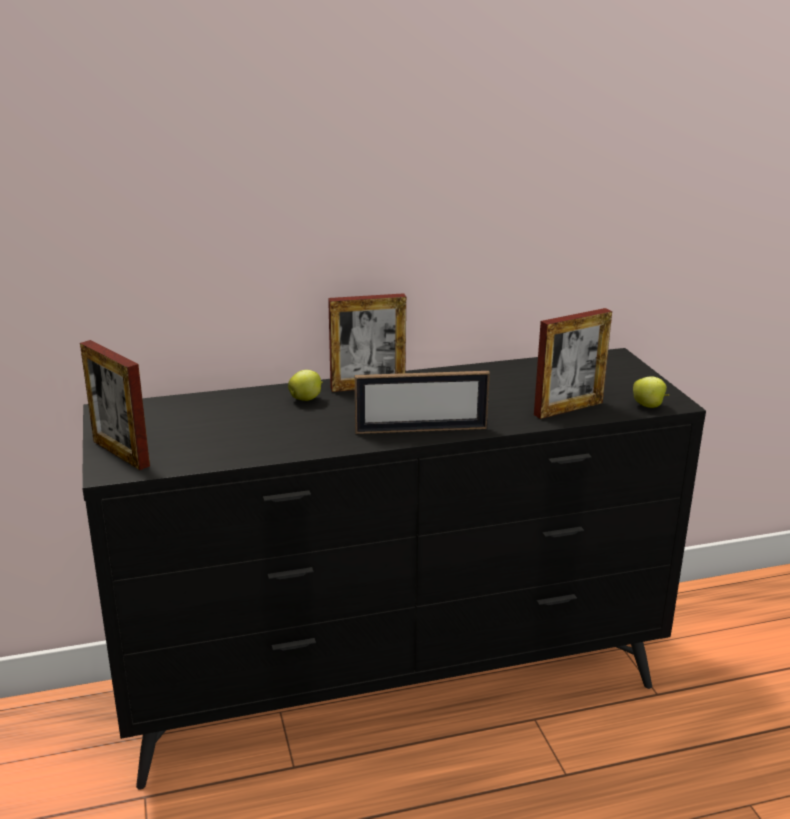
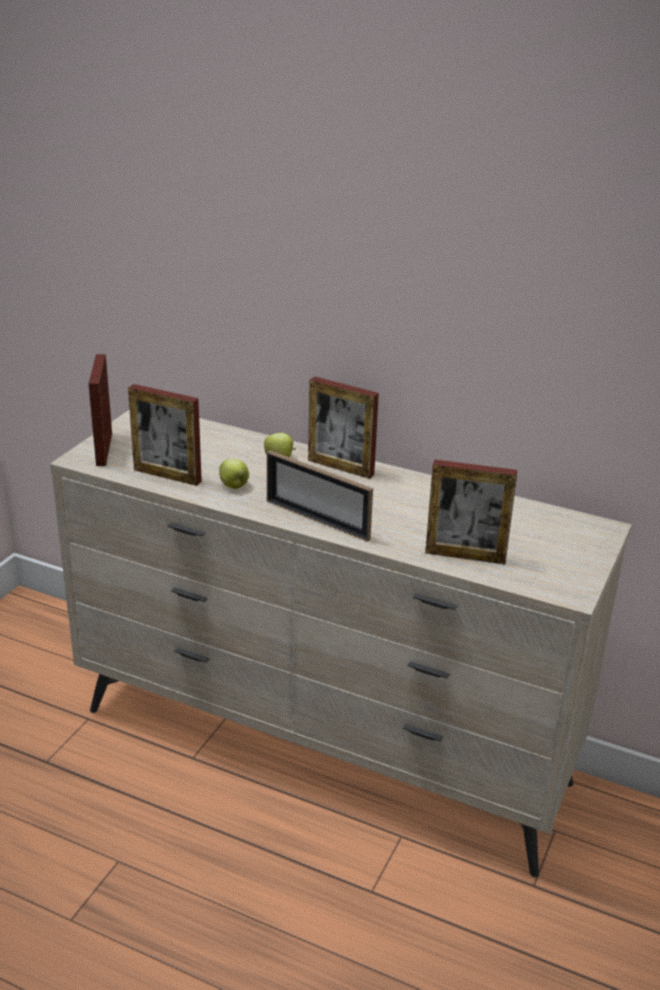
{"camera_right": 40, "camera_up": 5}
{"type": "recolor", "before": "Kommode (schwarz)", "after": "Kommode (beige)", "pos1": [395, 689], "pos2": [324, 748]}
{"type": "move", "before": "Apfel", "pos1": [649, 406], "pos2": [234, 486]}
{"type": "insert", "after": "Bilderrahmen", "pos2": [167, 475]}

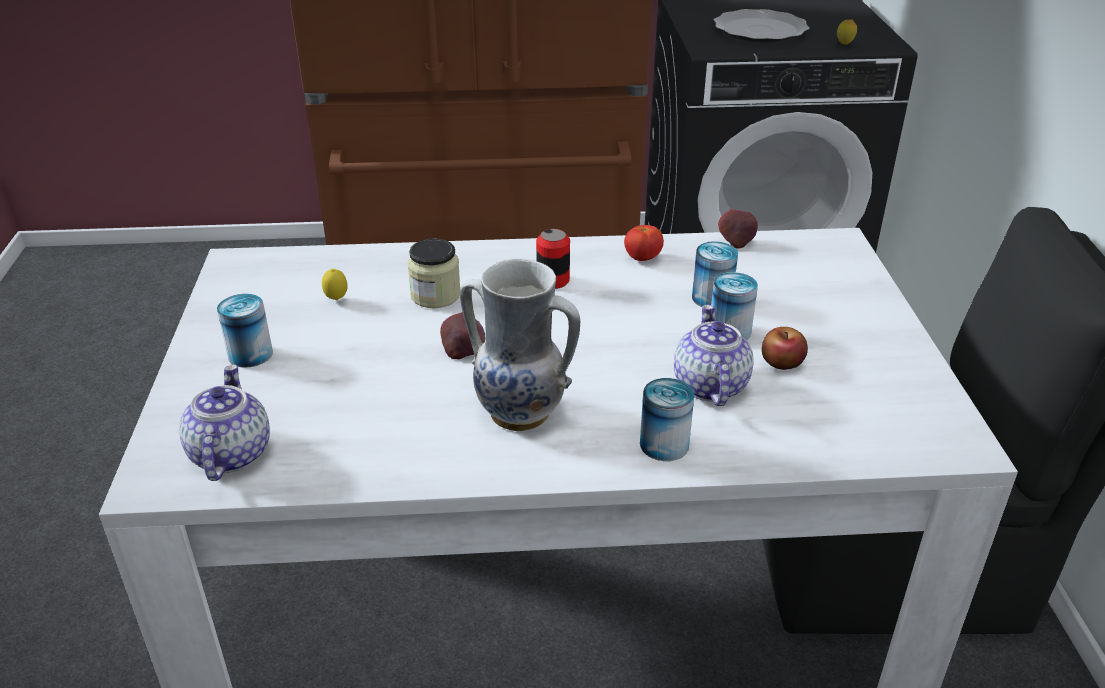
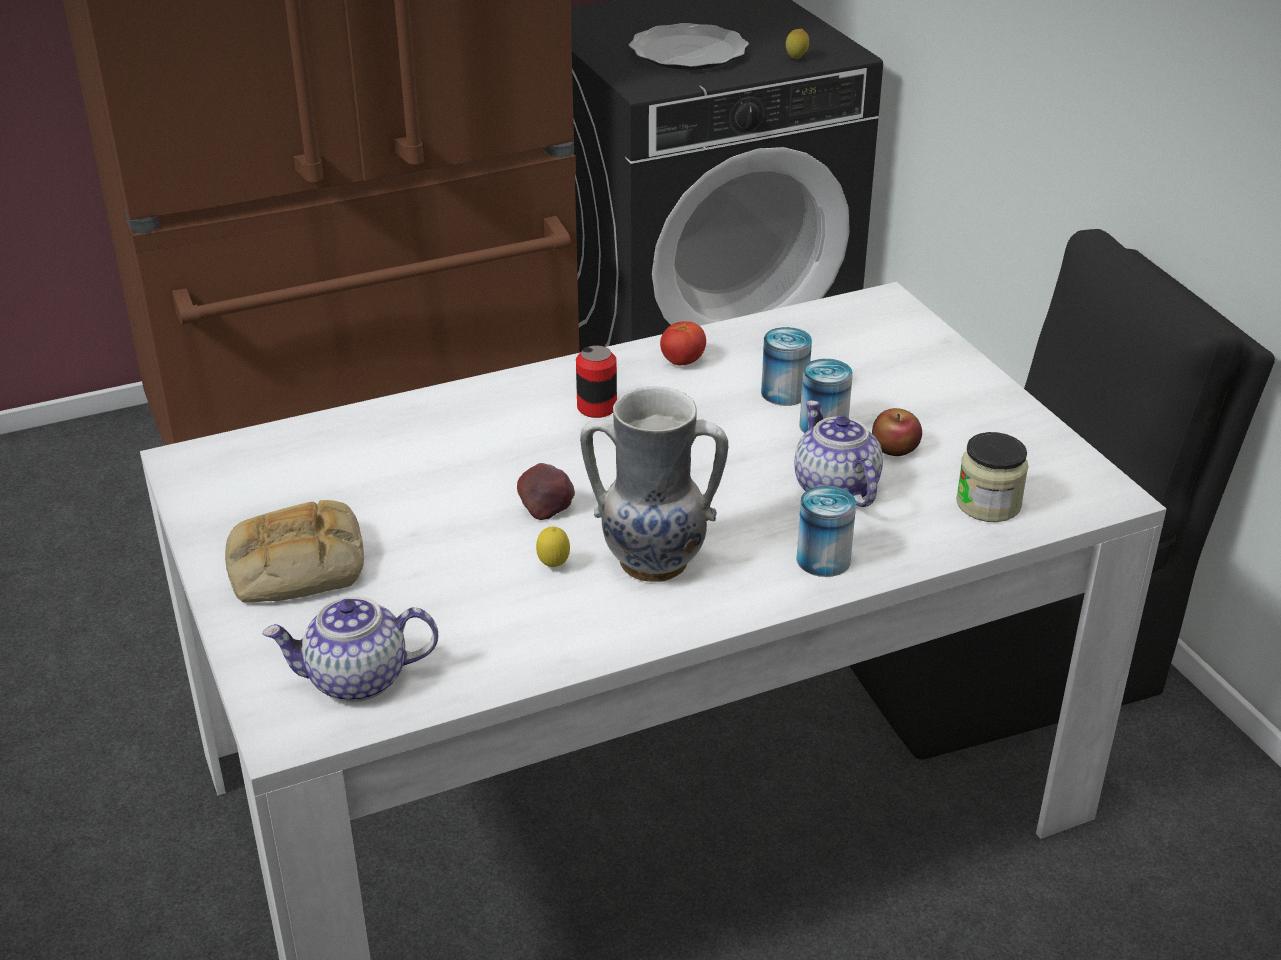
{"camera_right": -20, "camera_up": 0}
{"type": "rotate", "before": "Teekanne", "pos1": [229, 454], "pos2": [356, 680], "turn": -75}
{"type": "replace", "before": "Dose", "after": "Brot", "pos1": [250, 354], "pos2": [295, 566]}
{"type": "move", "before": "Zitrone", "pos1": [336, 299], "pos2": [553, 566]}
{"type": "move", "before": "Vorratsglas", "pos1": [435, 295], "pos2": [988, 504]}
{"type": "delete", "before": "Apfel", "pos1": [736, 241]}

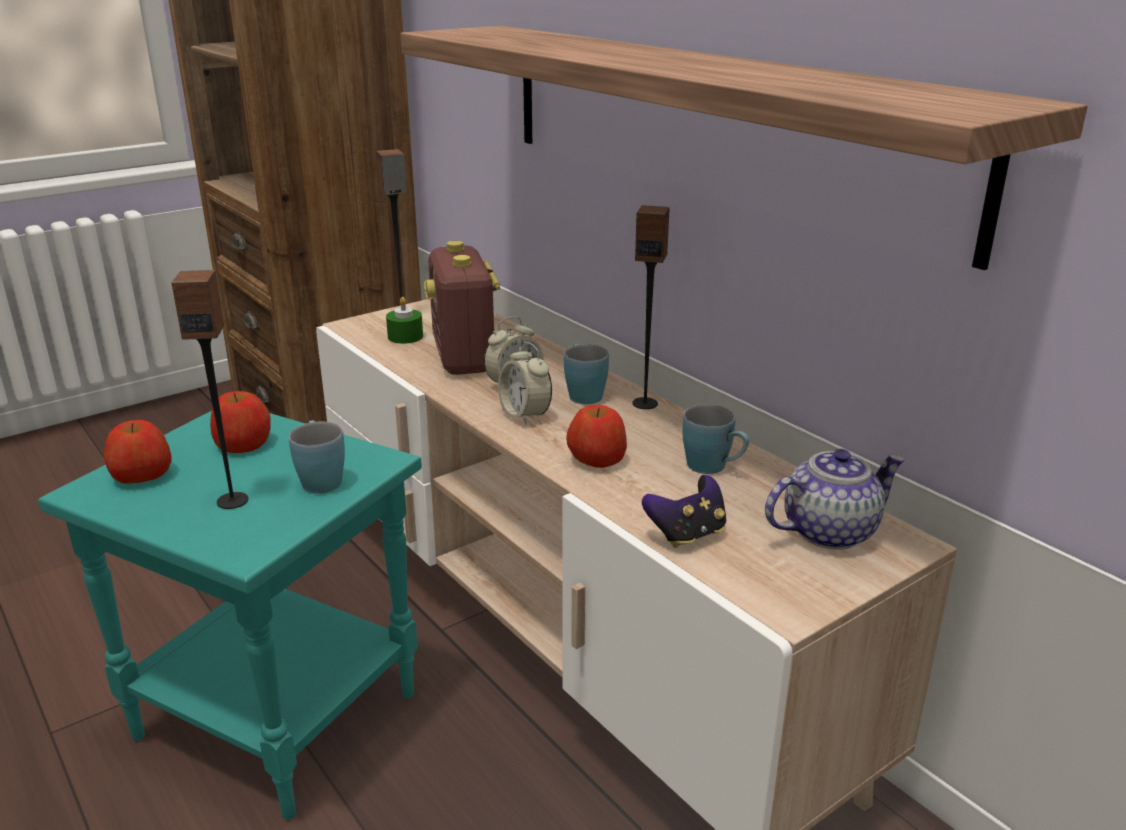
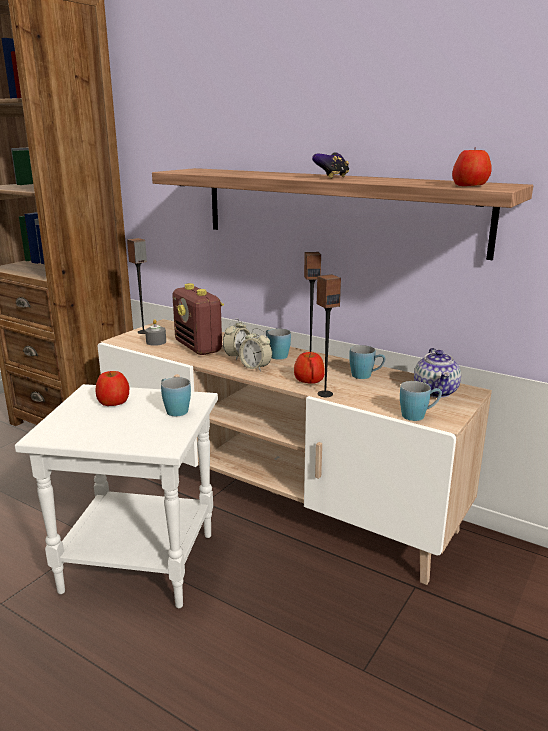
{"camera_right": -20, "camera_up": -5}
{"type": "recolor", "before": "Beistelltisch (türkis)", "after": "Beistelltisch (weiß)", "pos1": [282, 714], "pos2": [142, 561]}
{"type": "move", "before": "Apfel", "pos1": [141, 475], "pos2": [470, 185]}
{"type": "move", "before": "Lautsprecher", "pos1": [233, 500], "pos2": [325, 394]}
{"type": "recolor", "before": "Kerze (grün)", "after": "Kerze (grau)", "pos1": [405, 337], "pos2": [156, 342]}
{"type": "move", "before": "Gamepad", "pos1": [687, 534], "pos2": [332, 177]}
{"type": "rotate", "before": "Teekanne", "pos1": [829, 531], "pos2": [436, 392], "turn": 135}
{"type": "insert", "after": "Henkelbecher (blau)", "pos2": [418, 415]}

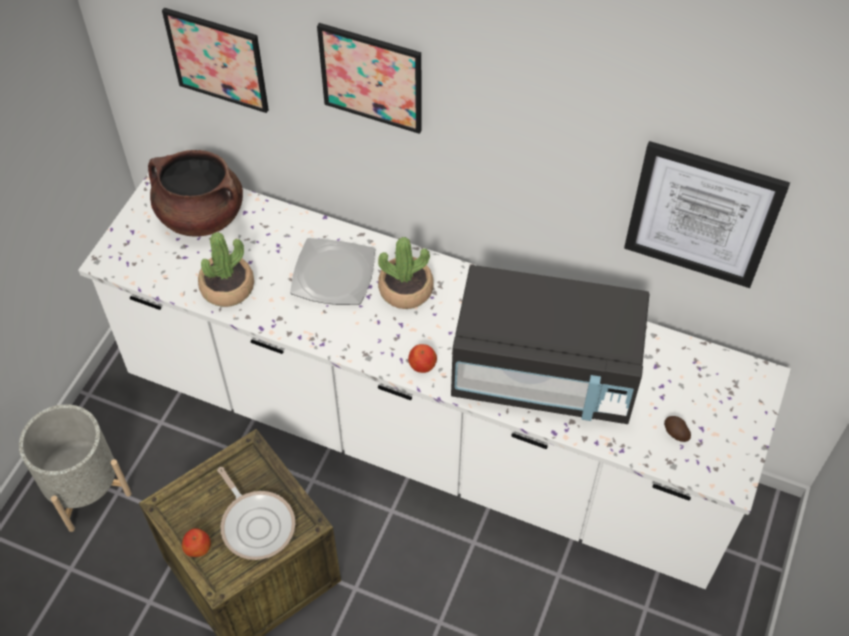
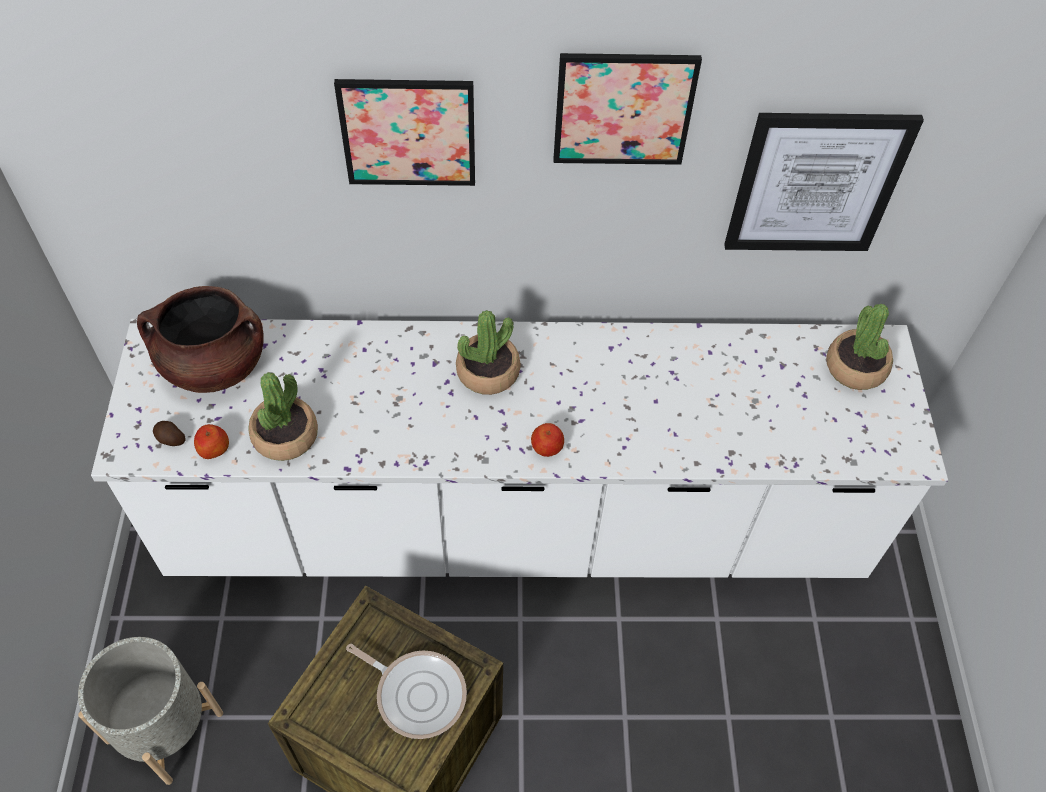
{"camera_right": -25, "camera_up": 0}
{"type": "move", "before": "Bild", "pos1": [217, 59], "pos2": [623, 109]}
{"type": "move", "before": "Apfel", "pos1": [197, 547], "pos2": [214, 449]}
{"type": "delete", "before": "Teller", "pos1": [334, 275]}
{"type": "delete", "before": "Mikrowelle (schwarz)", "pos1": [544, 375]}
{"type": "move", "before": "Kartoffel", "pos1": [675, 433], "pos2": [170, 439]}
{"type": "insert", "after": "Topfpflanze", "pos2": [855, 368]}

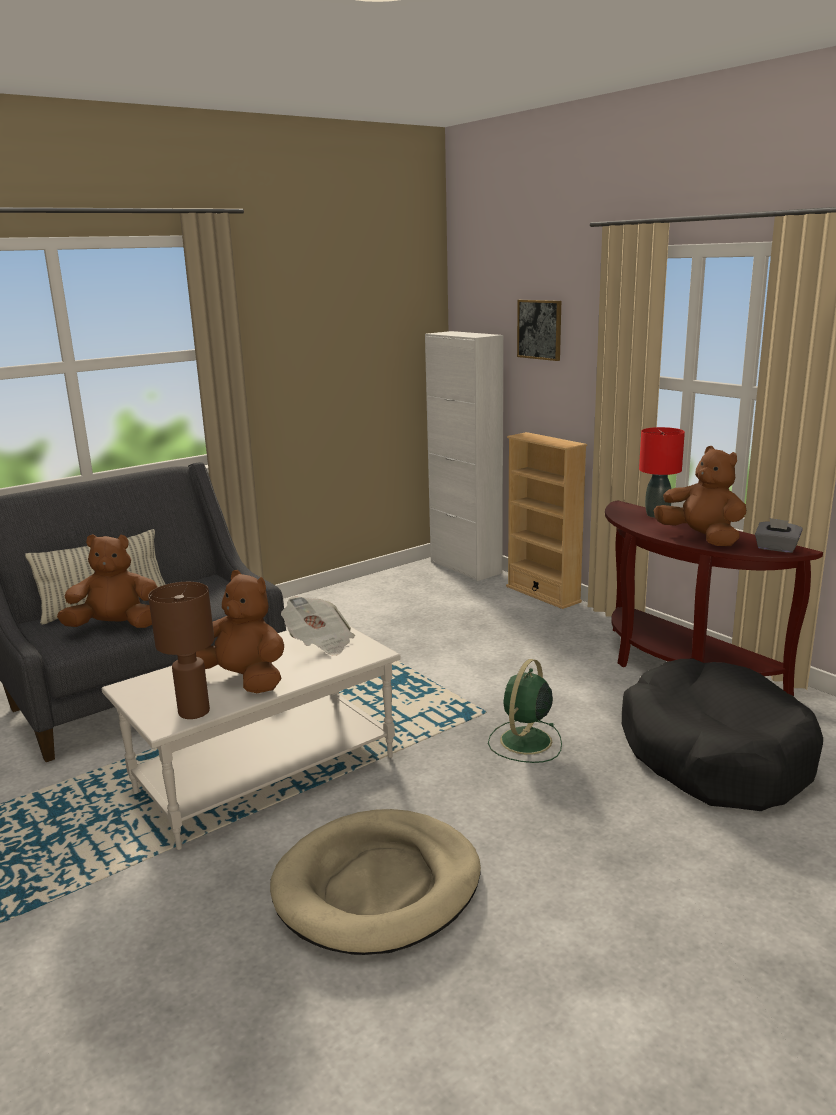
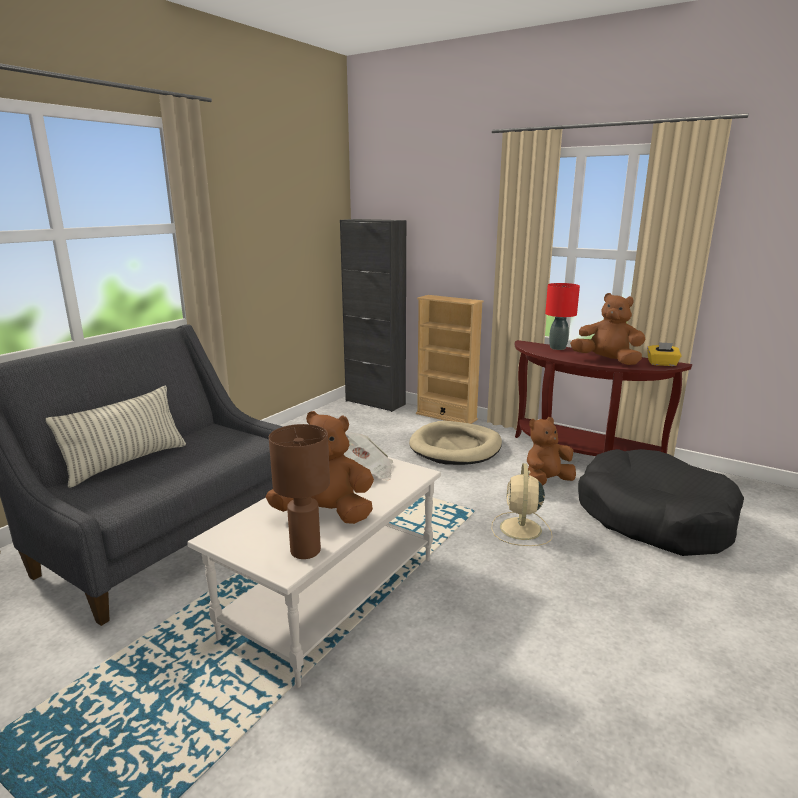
{"camera_right": -20, "camera_up": 0}
{"type": "move", "before": "Plüschtier (braun)", "pos1": [116, 626], "pos2": [546, 482]}
{"type": "move", "before": "Hundebett (beige)", "pos1": [378, 886], "pos2": [456, 447]}
{"type": "recolor", "before": "Schrank (weiß)", "after": "Schrank (schwarz)", "pos1": [465, 567], "pos2": [375, 402]}
{"type": "recolor", "before": "Ventilator (grün)", "after": "Ventilator (beige)", "pos1": [525, 742], "pos2": [520, 530]}
{"type": "delete", "before": "Bild", "pos1": [540, 329]}
{"type": "recolor", "before": "Taschentuchbox (grau)", "after": "Taschentuchbox (gelb)", "pos1": [776, 548], "pos2": [662, 364]}

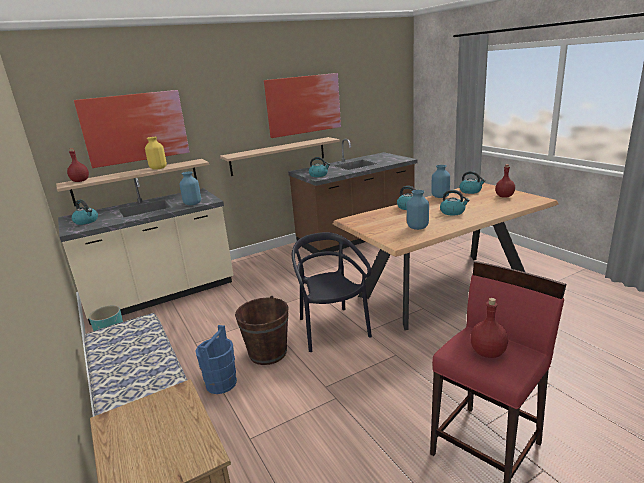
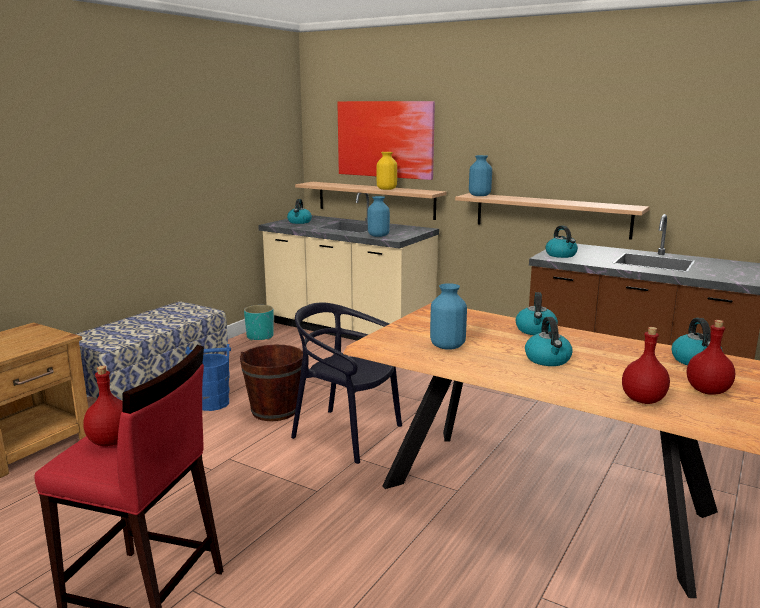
{"camera_right": 60, "camera_up": -5}
{"type": "move", "before": "Flasche (rot)", "pos1": [80, 181], "pos2": [643, 400]}
{"type": "delete", "before": "Bild", "pos1": [303, 104]}
{"type": "rotate", "before": "Stuhl (schwarz)", "pos1": [331, 329], "pos2": [347, 434], "turn": -105}
{"type": "move", "before": "Vase (blau)", "pos1": [440, 196], "pos2": [480, 195]}

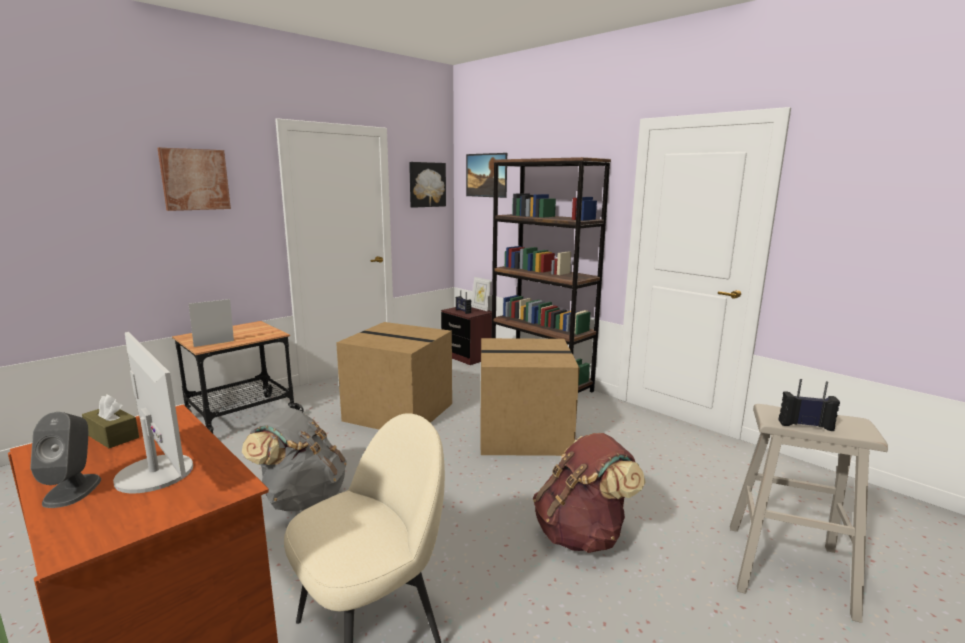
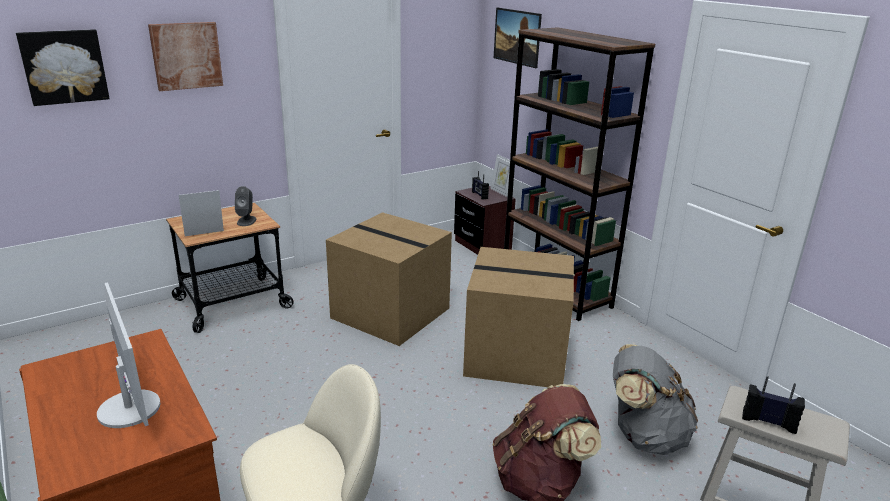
{"camera_right": 10, "camera_up": 10}
{"type": "move", "before": "Lautsprecher (grau)", "pos1": [73, 490], "pos2": [246, 221]}
{"type": "delete", "before": "Taschentuchbox (braun)", "pos1": [112, 436]}
{"type": "move", "before": "Rucksack (grau)", "pos1": [301, 498], "pos2": [644, 435]}
{"type": "move", "before": "Bild", "pos1": [426, 184], "pos2": [64, 66]}

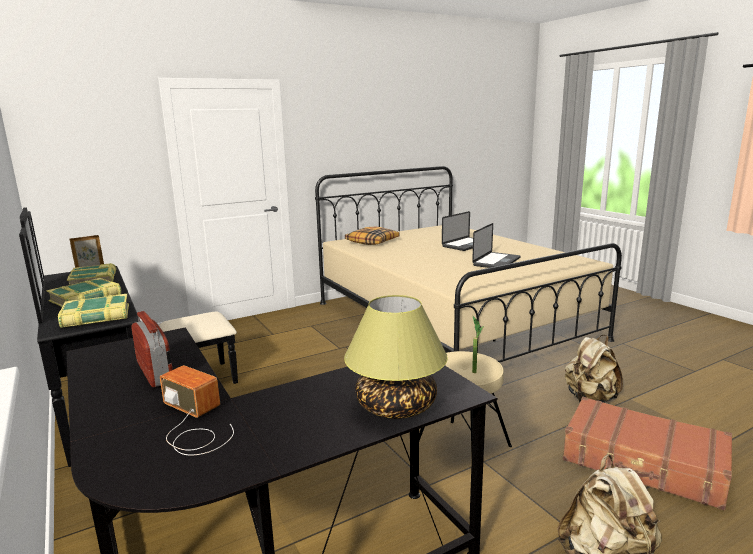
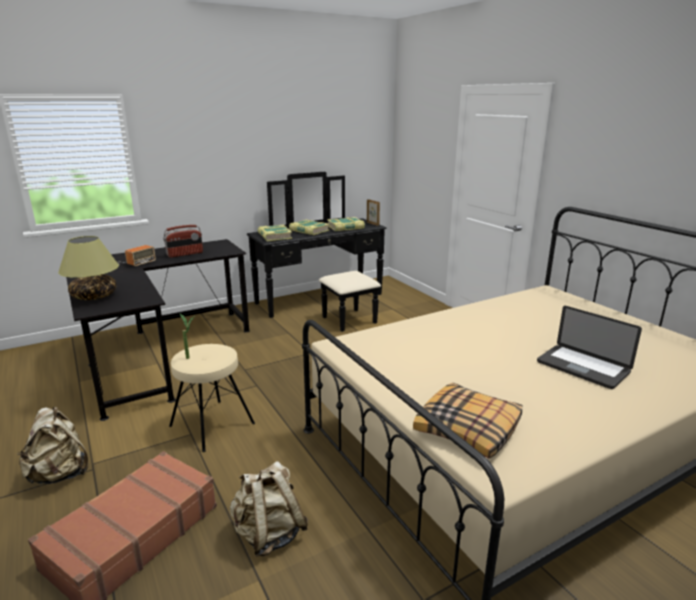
{"camera_right": 90, "camera_up": 5}
{"type": "move", "before": "Kissen", "pos1": [372, 242], "pos2": [468, 429]}
{"type": "delete", "before": "Laptop", "pos1": [496, 262]}

